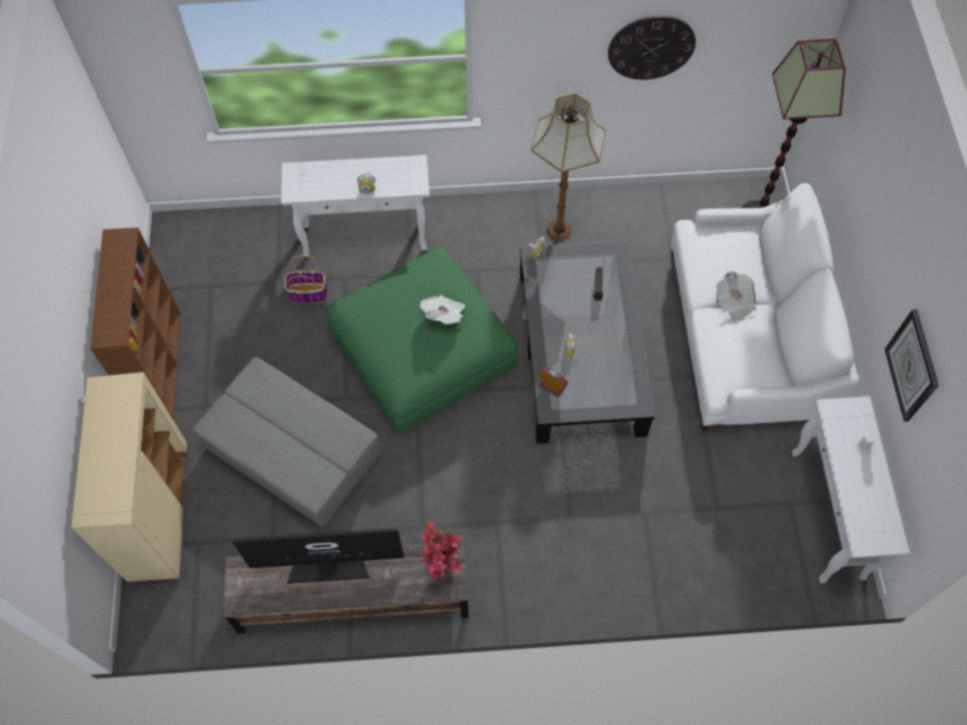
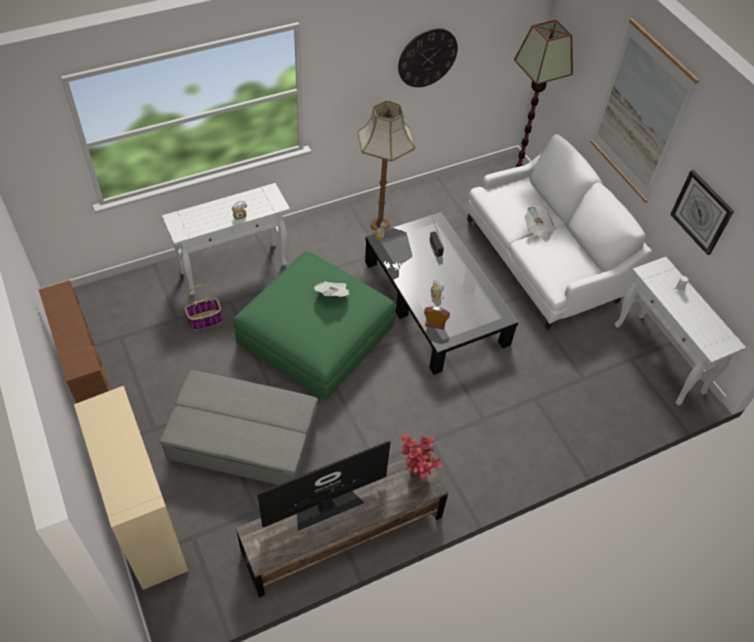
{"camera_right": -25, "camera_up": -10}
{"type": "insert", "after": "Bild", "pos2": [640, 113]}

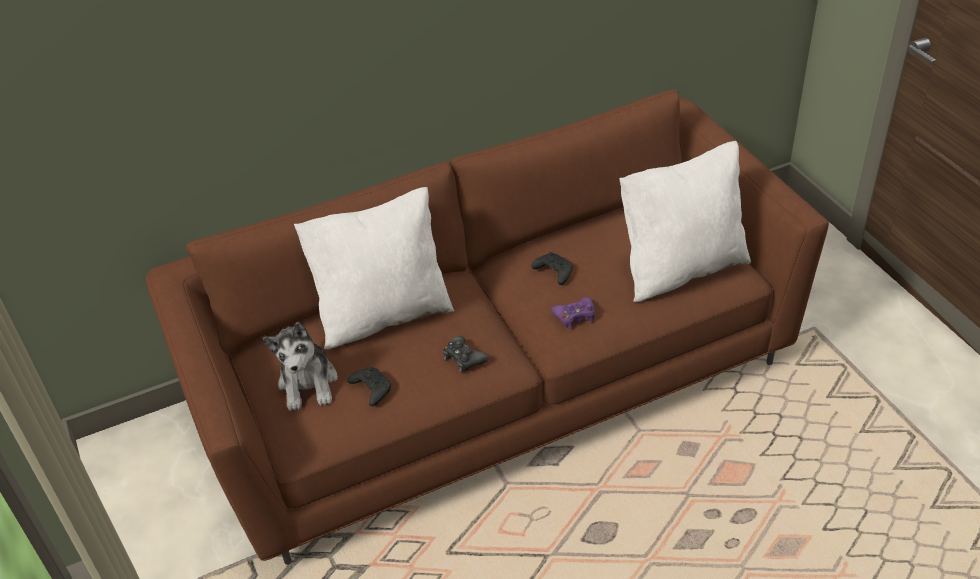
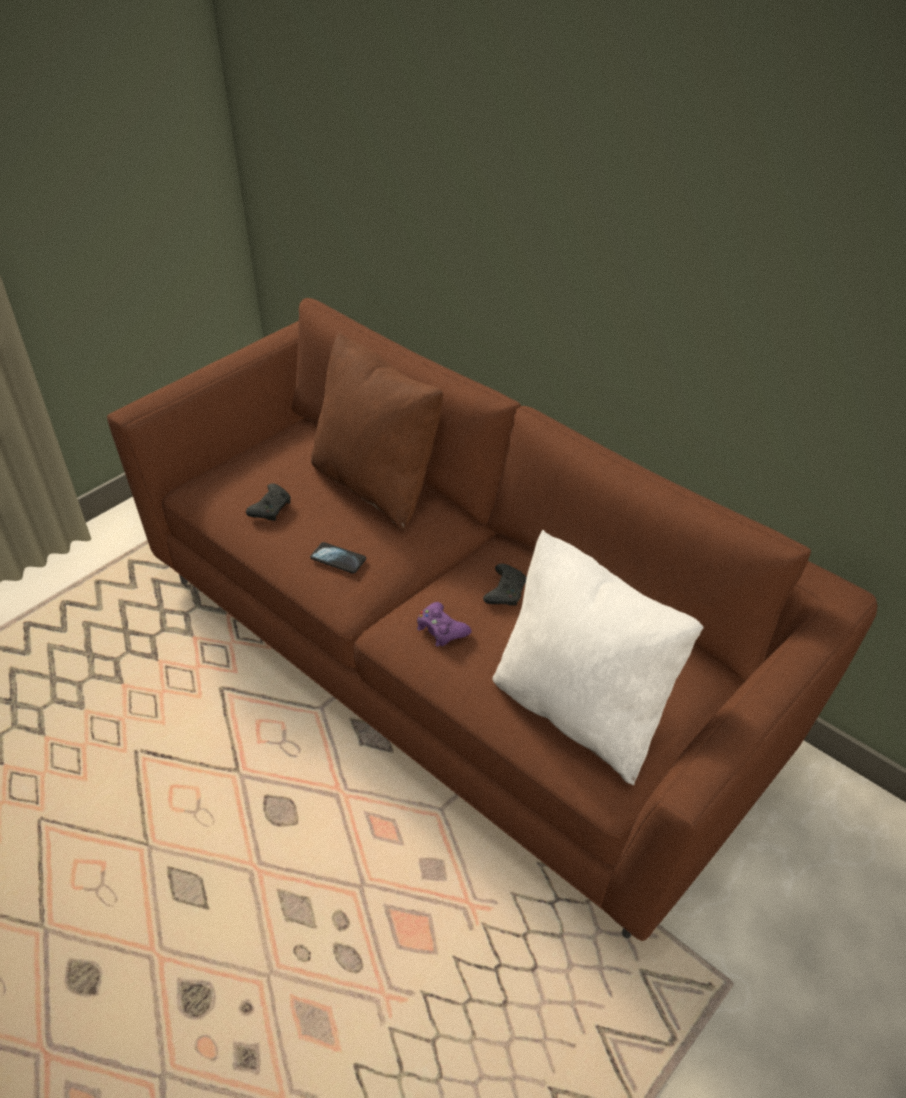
{"camera_right": 65, "camera_up": 0}
{"type": "delete", "before": "Plüschtier", "pos1": [308, 383]}
{"type": "recolor", "before": "Kissen (weiß)", "after": "Kissen (braun)", "pos1": [383, 314], "pos2": [377, 485]}
{"type": "replace", "before": "Gamepad (schwarz)", "after": "Handy", "pos1": [464, 358], "pos2": [338, 559]}

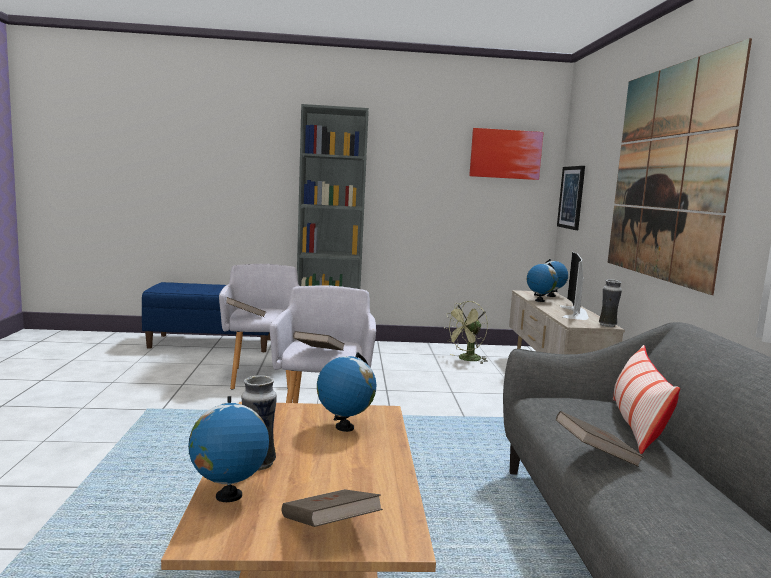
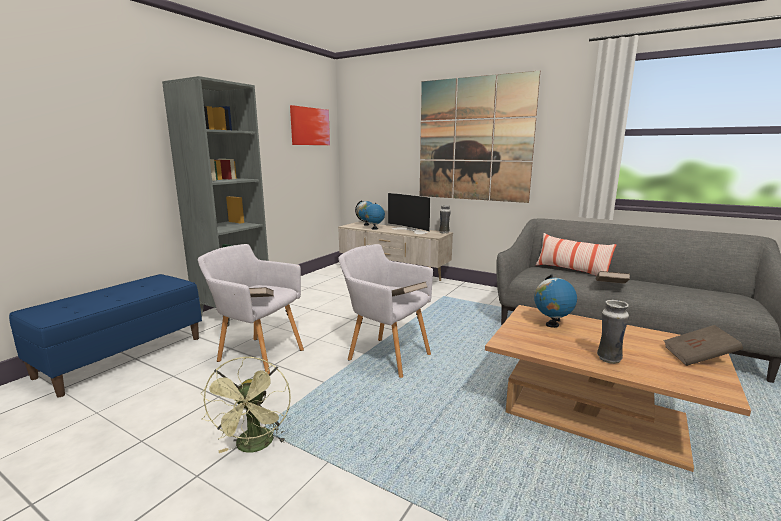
{"camera_right": -55, "camera_up": 5}
{"type": "delete", "before": "Globus", "pos1": [228, 496]}
{"type": "move", "before": "Ventilator (grün)", "pos1": [466, 359], "pos2": [255, 447]}
{"type": "delete", "before": "Bild", "pos1": [571, 197]}

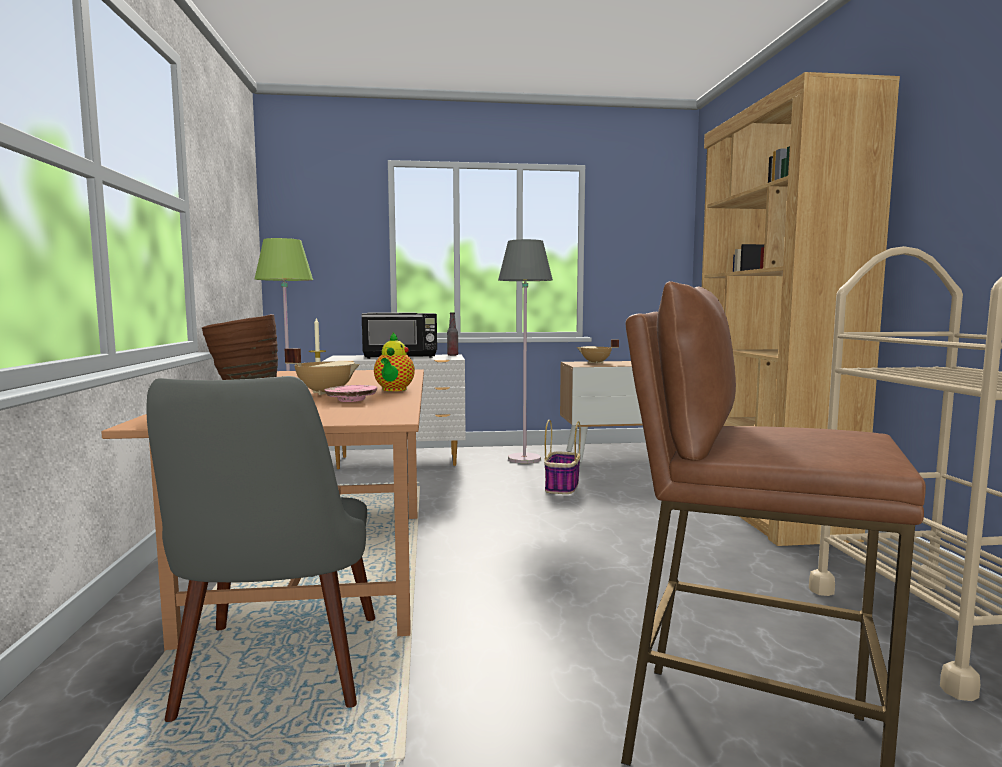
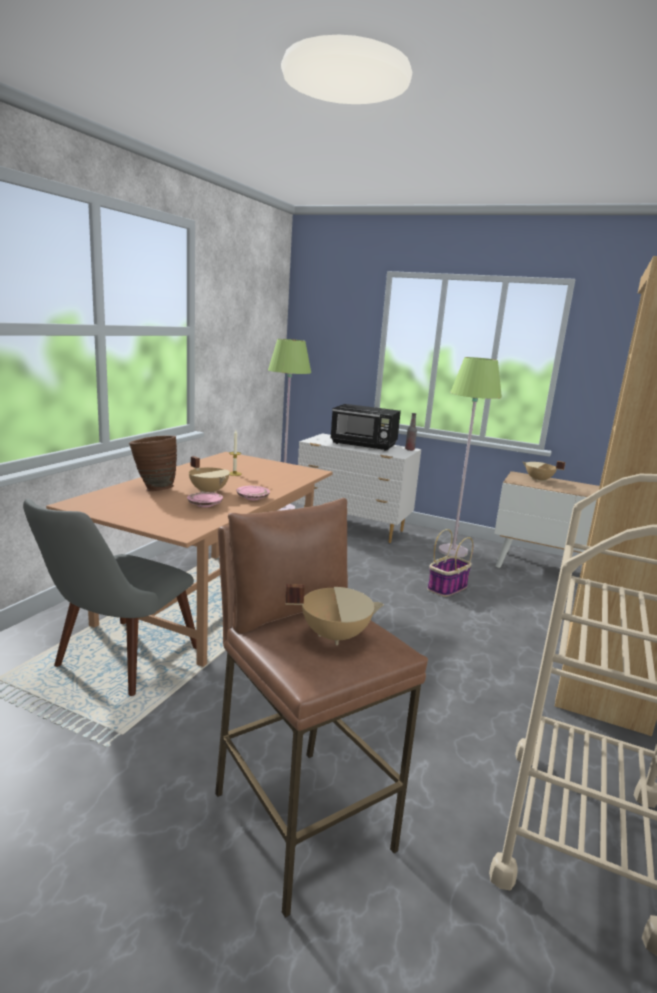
{"camera_right": 30, "camera_up": 10}
{"type": "replace", "before": "Teekanne", "after": "Teller (rosa)", "pos1": [393, 390], "pos2": [253, 498]}
{"type": "recolor", "before": "Stehlampe (grau)", "after": "Stehlampe (grün)", "pos1": [524, 459], "pos2": [452, 551]}
{"type": "insert", "after": "Kochtopf (beige)", "pos2": [334, 635]}

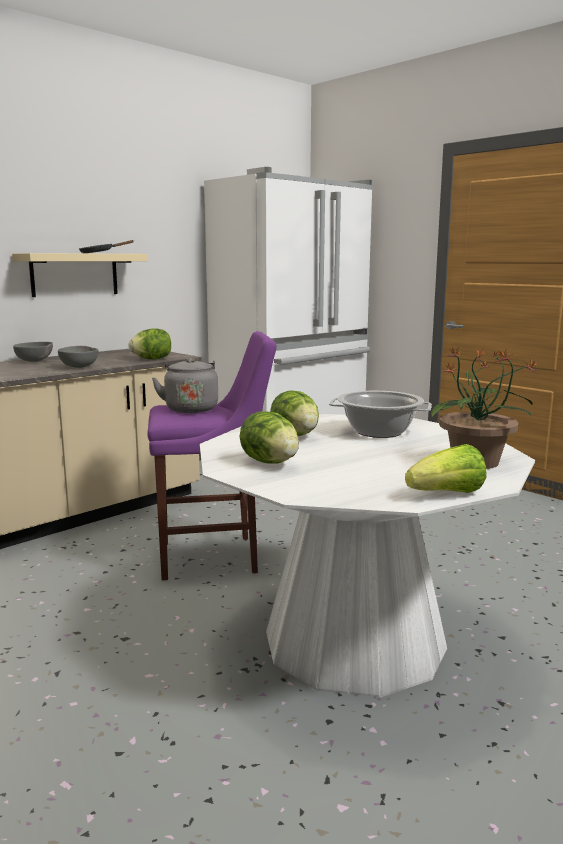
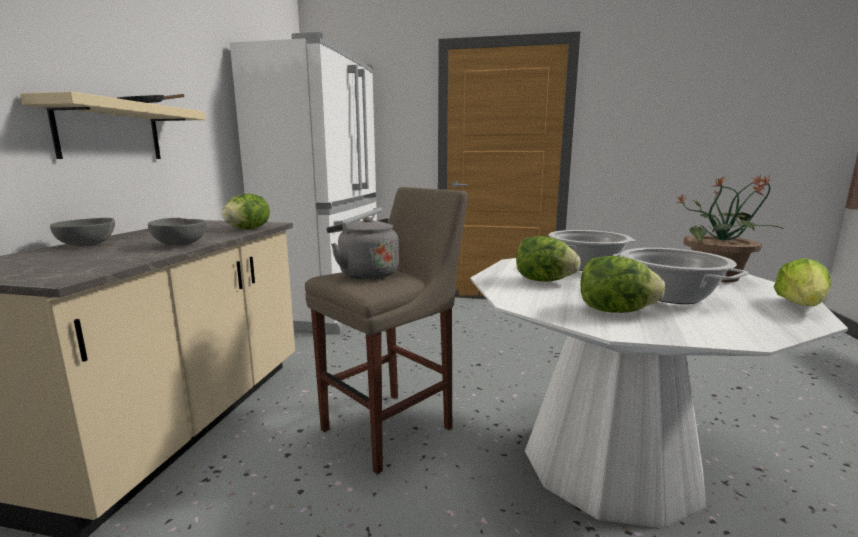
{"camera_right": -35, "camera_up": 0}
{"type": "recolor", "before": "Hocker (lila)", "after": "Hocker (beige)", "pos1": [214, 557], "pos2": [393, 426]}
{"type": "insert", "after": "Kochtopf", "pos2": [671, 296]}

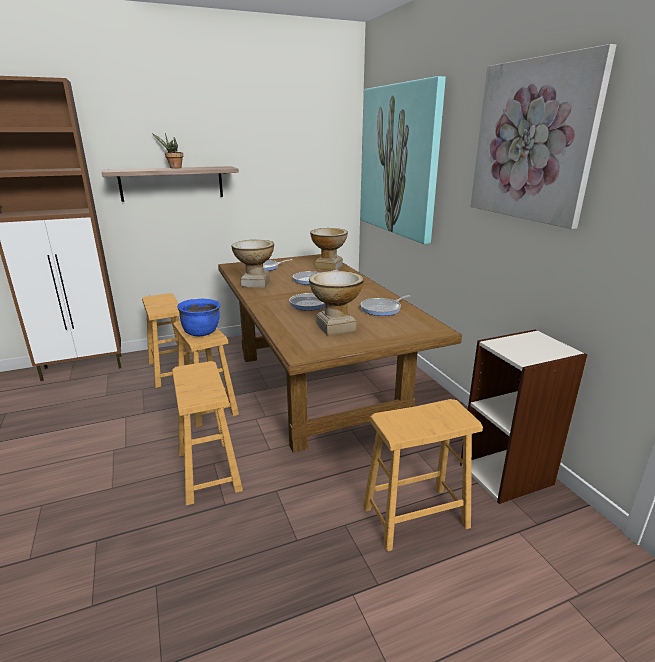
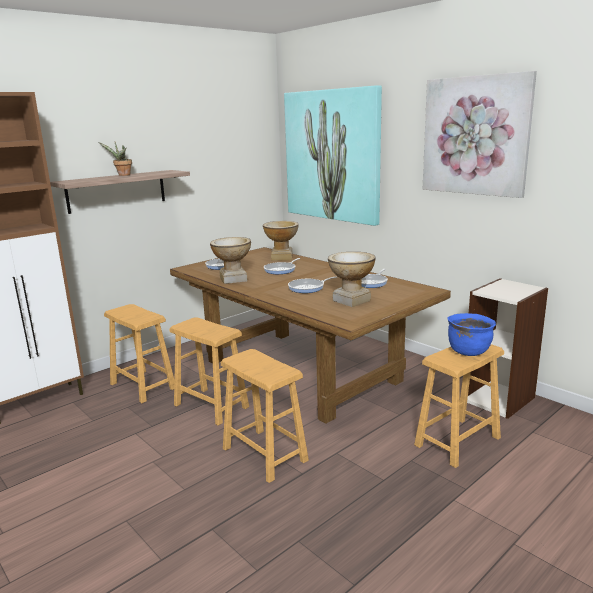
{"camera_right": -20, "camera_up": -5}
{"type": "move", "before": "Kochtopf (blau)", "pos1": [201, 332], "pos2": [468, 351]}

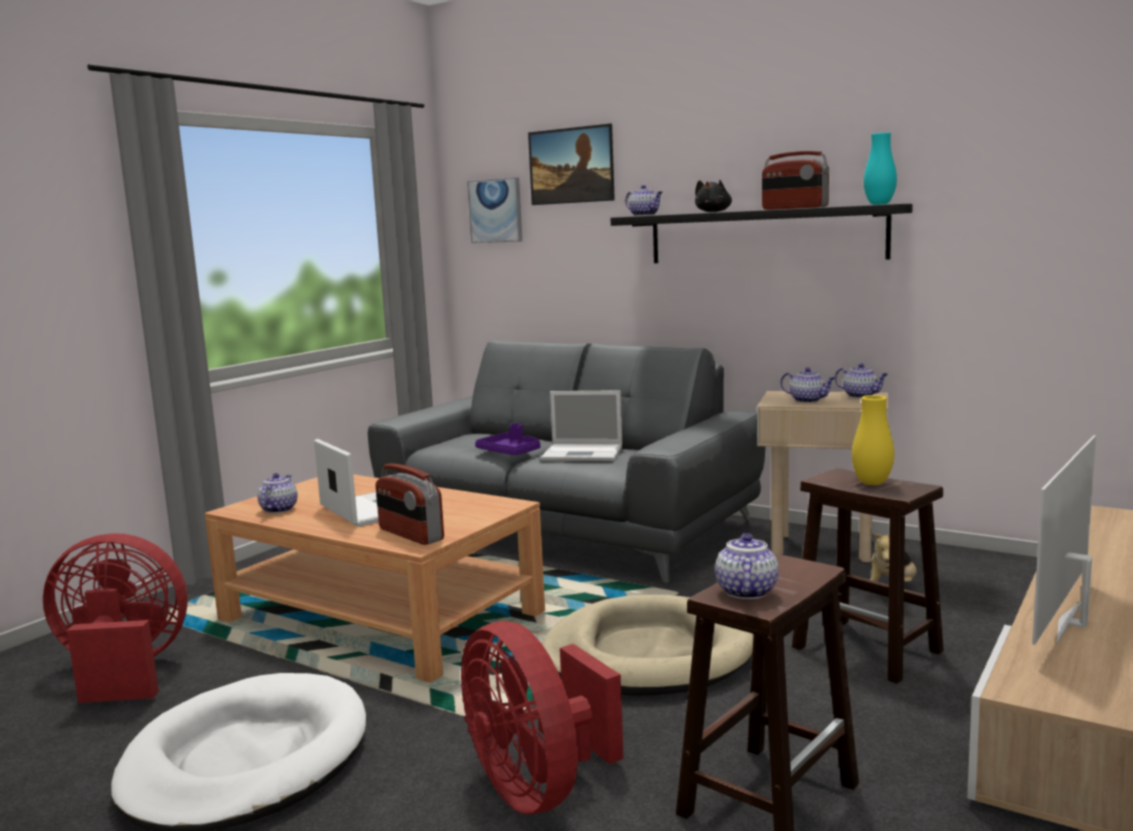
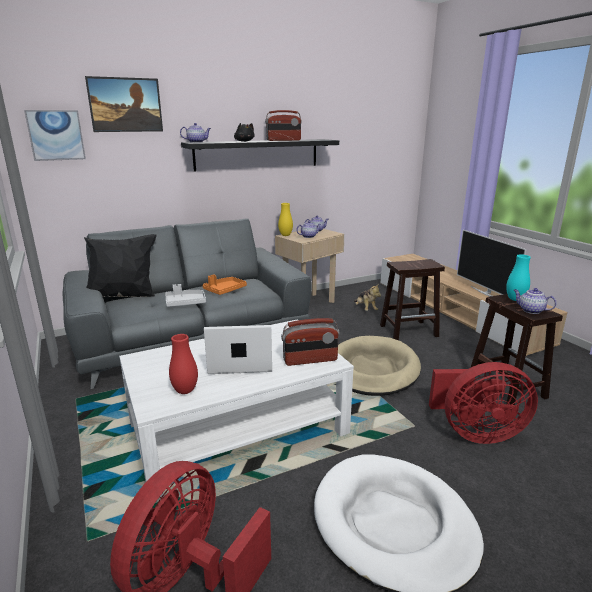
{"camera_right": -60, "camera_up": 10}
{"type": "recolor", "before": "Couchtisch (braun)", "after": "Couchtisch (weiß)", "pos1": [382, 616], "pos2": [238, 427]}
{"type": "replace", "before": "Teekanne", "after": "Vase (rot)", "pos1": [279, 509], "pos2": [185, 391]}
{"type": "recolor", "before": "Tablett (lila)", "after": "Tablett (grau)", "pos1": [510, 452], "pos2": [185, 303]}
{"type": "replace", "before": "Laptop", "after": "Tablett (orange)", "pos1": [584, 453], "pos2": [224, 290]}
{"type": "move", "before": "Vase (gelb)", "pos1": [872, 483], "pos2": [285, 235]}
{"type": "move", "before": "Vase (türkis)", "pos1": [879, 204], "pos2": [515, 299]}
{"type": "insert", "after": "Kissen (schwarz)", "pos2": [123, 297]}

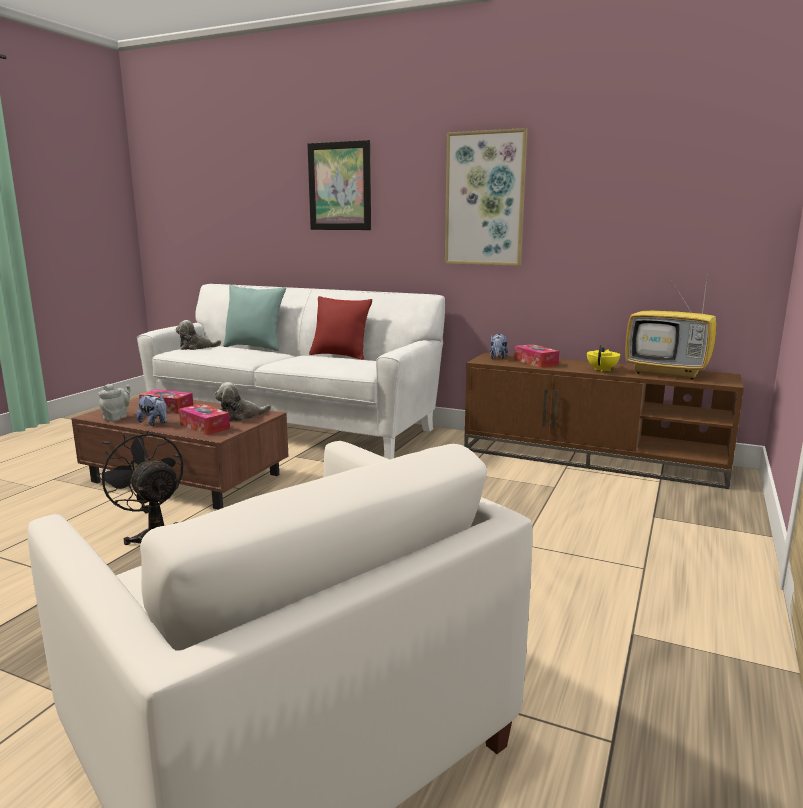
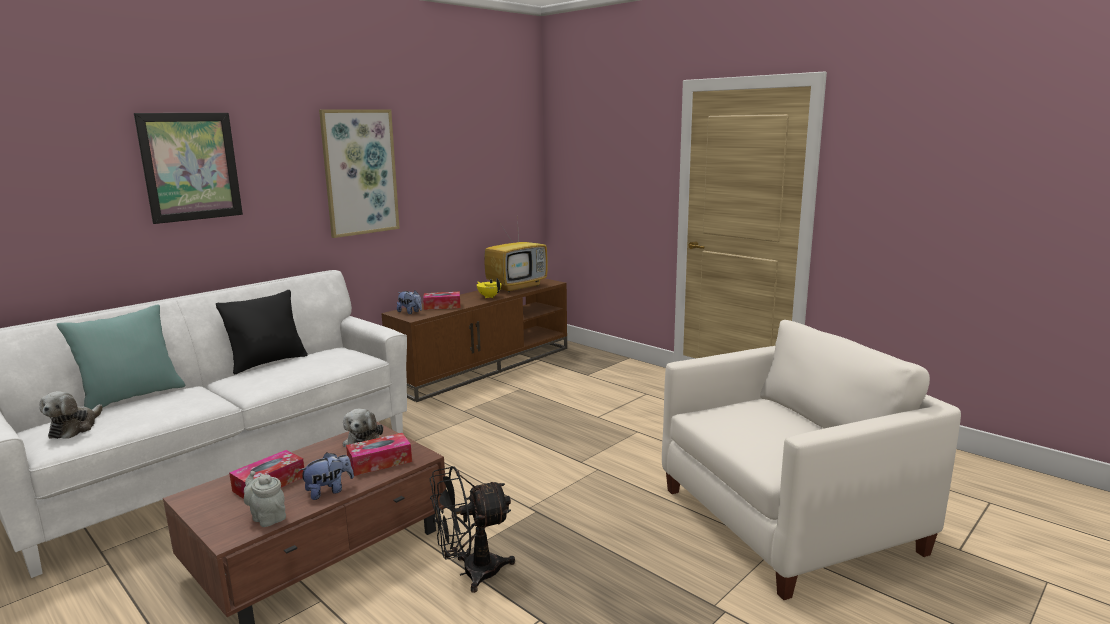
{"camera_right": -70, "camera_up": 0}
{"type": "recolor", "before": "Kissen (rot)", "after": "Kissen (schwarz)", "pos1": [340, 355], "pos2": [268, 362]}

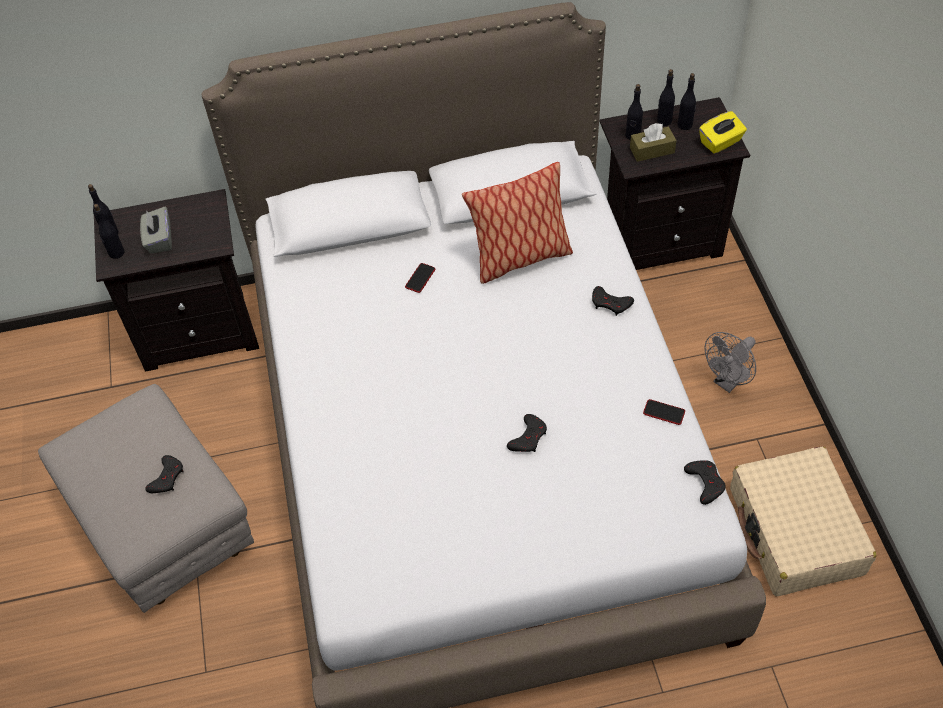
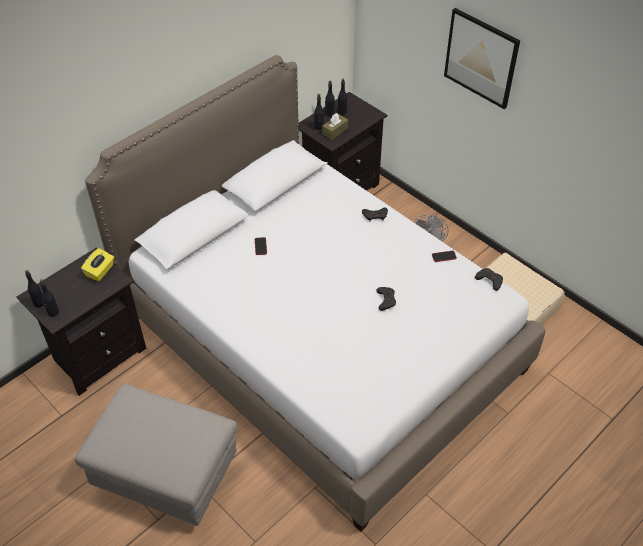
{"camera_right": -35, "camera_up": -5}
{"type": "delete", "before": "Taschentuchbox (grau)", "pos1": [159, 240]}
{"type": "delete", "before": "Gamepad (schwarz)", "pos1": [167, 477]}
{"type": "delete", "before": "Kissen", "pos1": [520, 258]}
{"type": "move", "before": "Taschentuchbox (gelb)", "pos1": [720, 142], "pos2": [100, 271]}
{"type": "insert", "after": "Bild", "pos2": [481, 58]}

